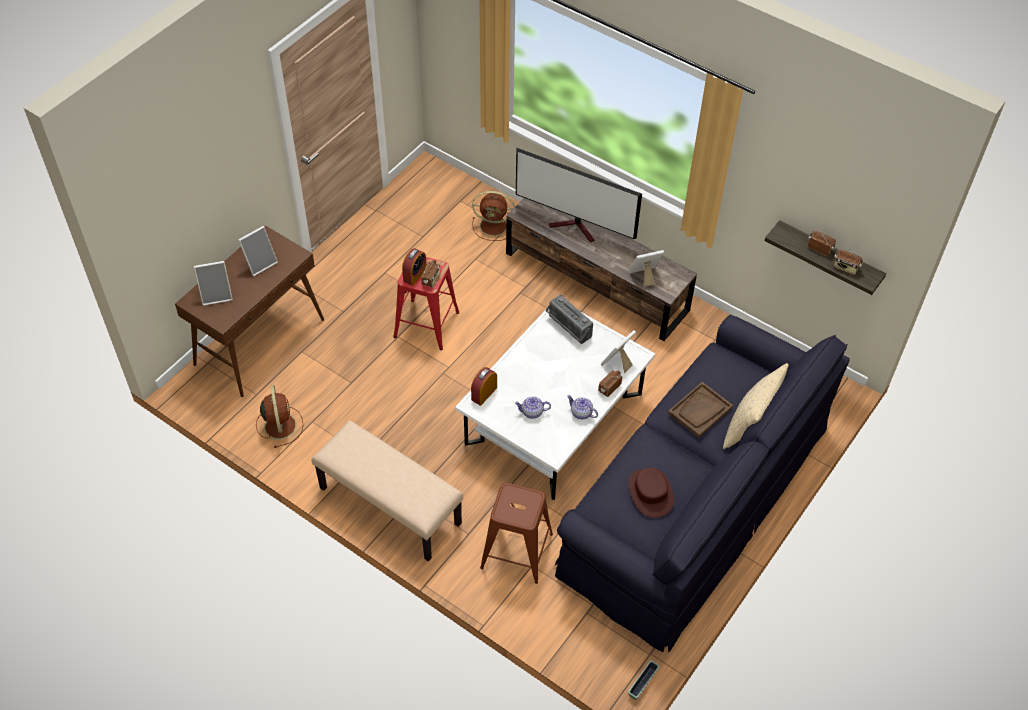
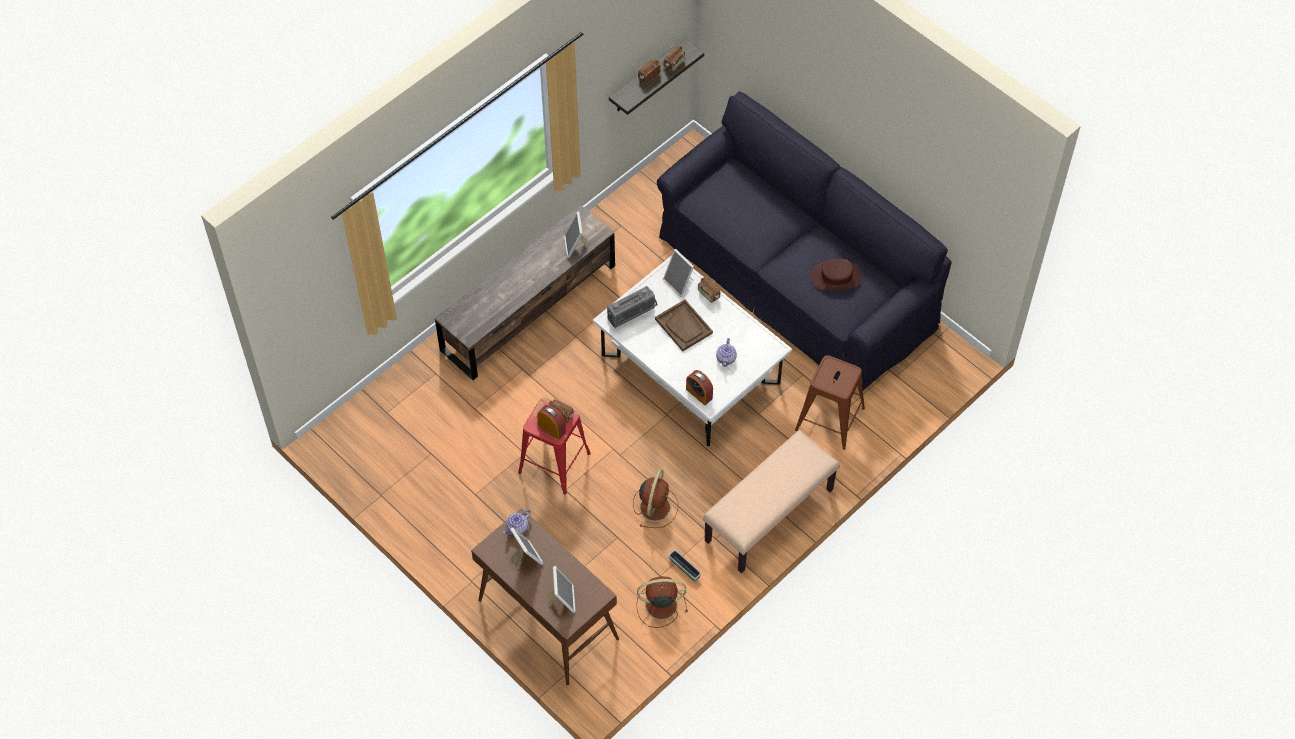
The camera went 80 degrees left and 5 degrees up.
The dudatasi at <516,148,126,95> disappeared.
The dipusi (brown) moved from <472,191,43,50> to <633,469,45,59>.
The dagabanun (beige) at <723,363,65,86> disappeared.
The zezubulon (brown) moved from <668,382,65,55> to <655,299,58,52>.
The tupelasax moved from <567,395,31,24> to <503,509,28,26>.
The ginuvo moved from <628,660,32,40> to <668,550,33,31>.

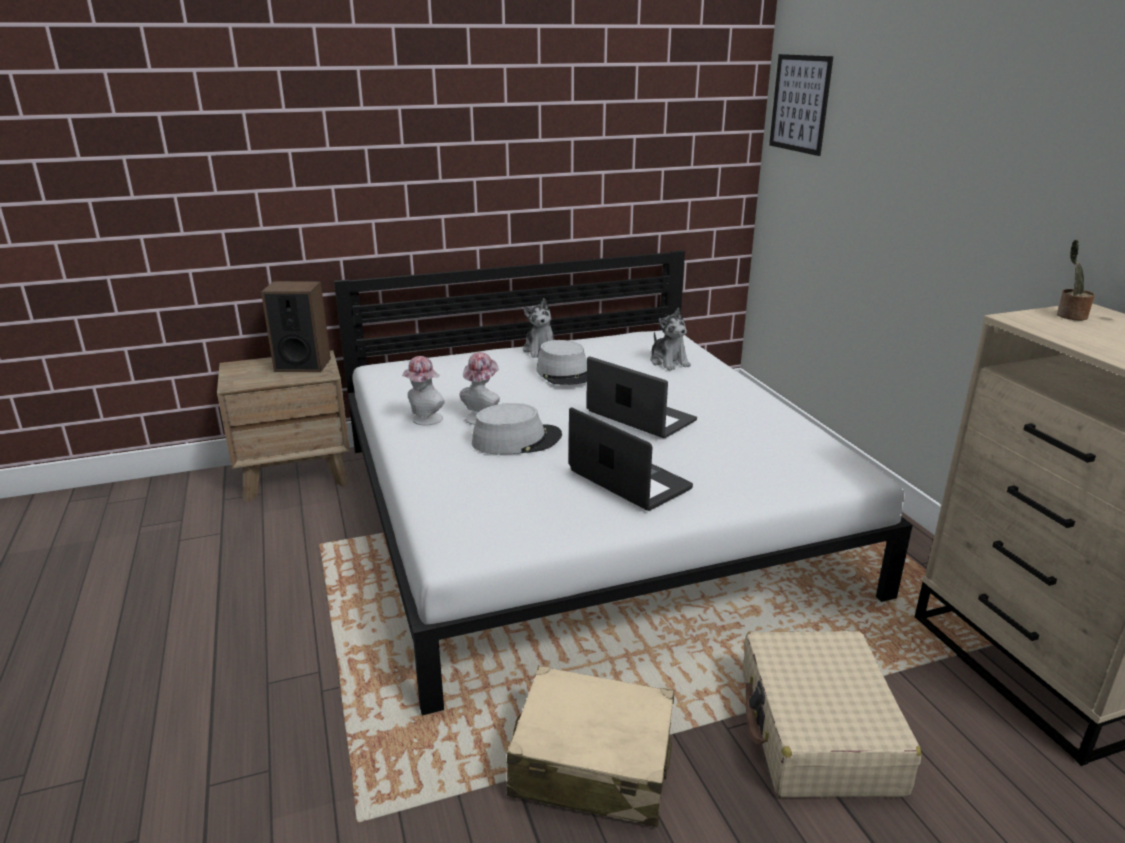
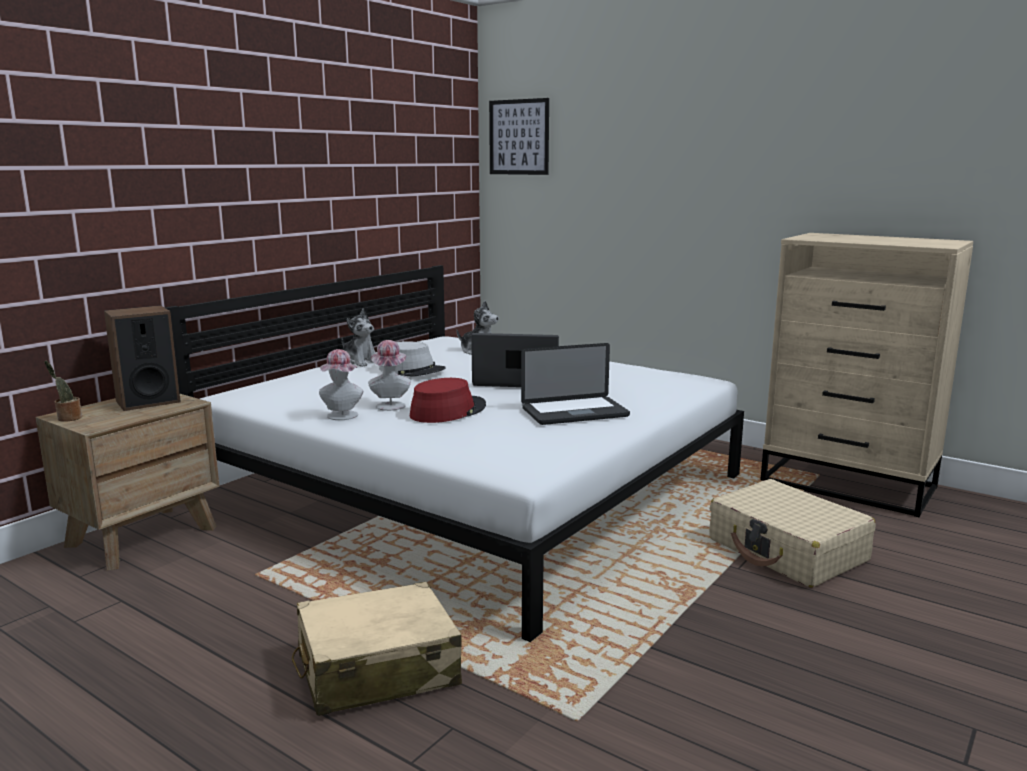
The camera went 35 degrees left and 10 degrees down.
The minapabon moved from <1057,240,38,80> to <44,361,38,61>.
The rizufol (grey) at <472,403,90,51> became the rizufol (red) at <410,378,76,45>.
The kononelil at <569,407,124,104> turned 150 degrees clockwise.
The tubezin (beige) moved from <507,666,167,161> to <292,582,170,134>.

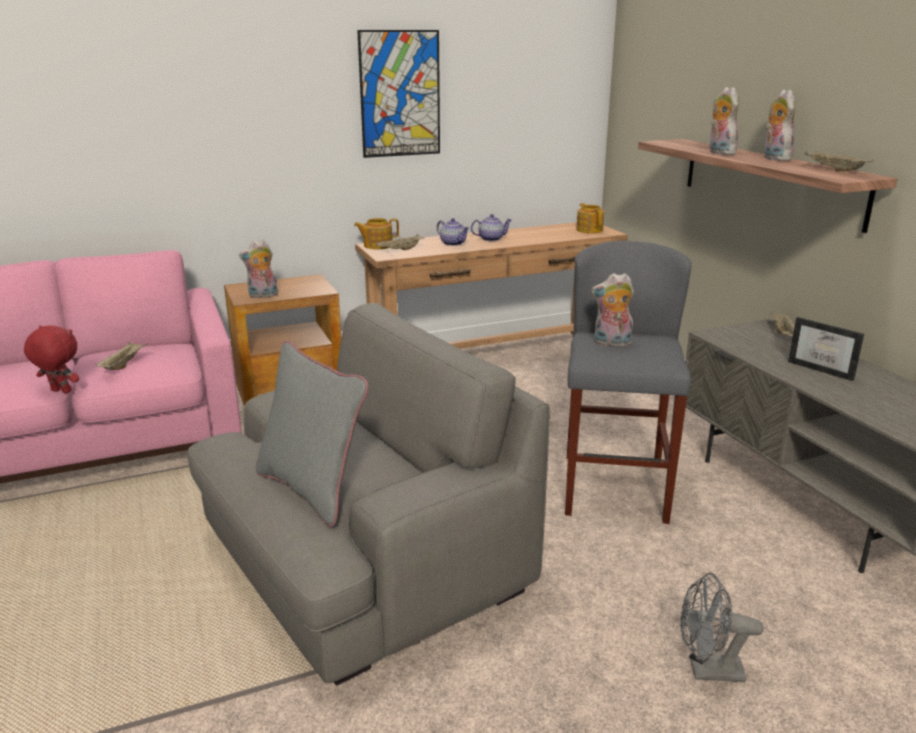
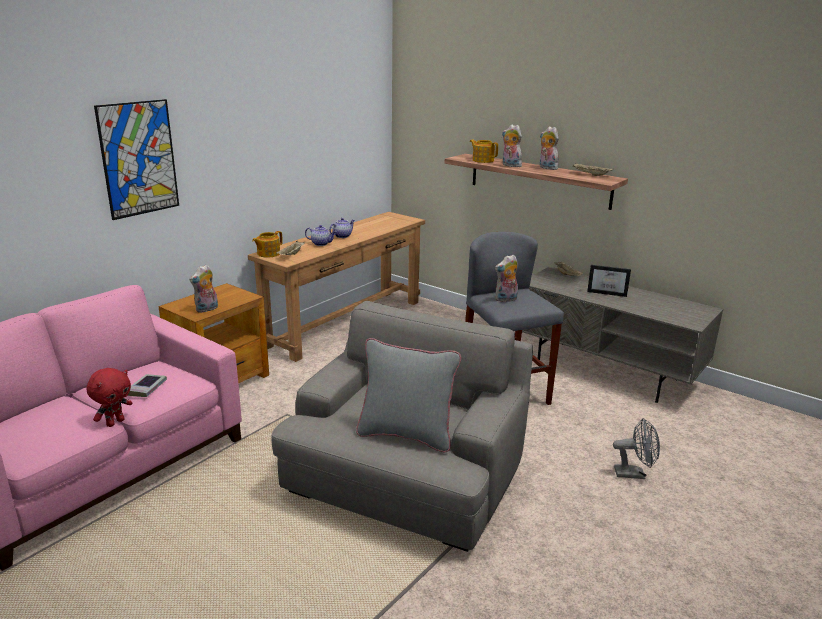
The camera went 30 degrees left and 0 degrees up.
The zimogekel moved from <357,30,83,128> to <94,99,85,121>.
The tupelasax moved from <576,203,28,30> to <470,140,28,23>.
The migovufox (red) at <24,325,55,68> turned 135 degrees clockwise.
The zezubulon (beige) at <95,342,53,28> was replaced by the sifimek at <127,374,40,23>.
The dipusi (grey) at <680,573,84,109> turned 150 degrees counterclockwise.

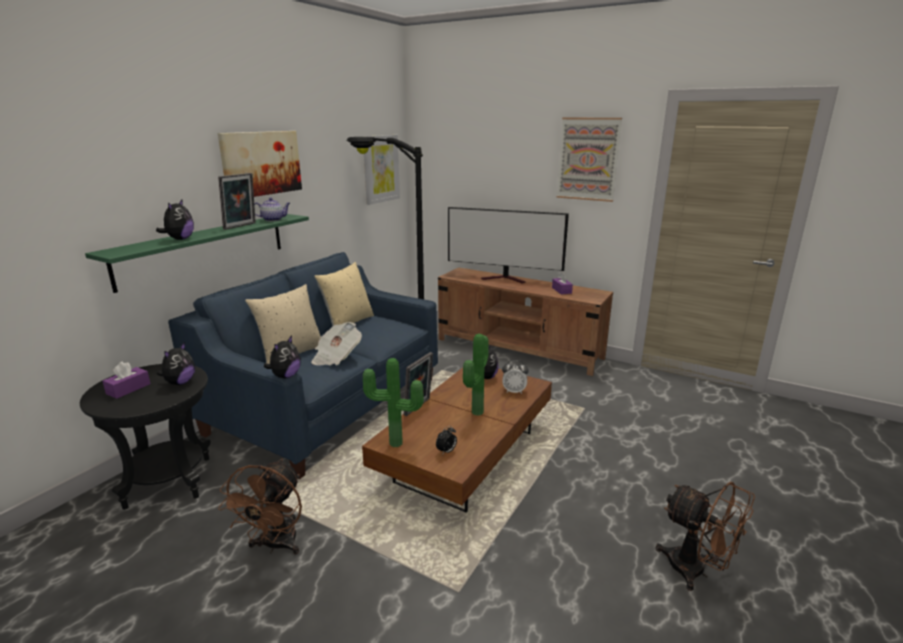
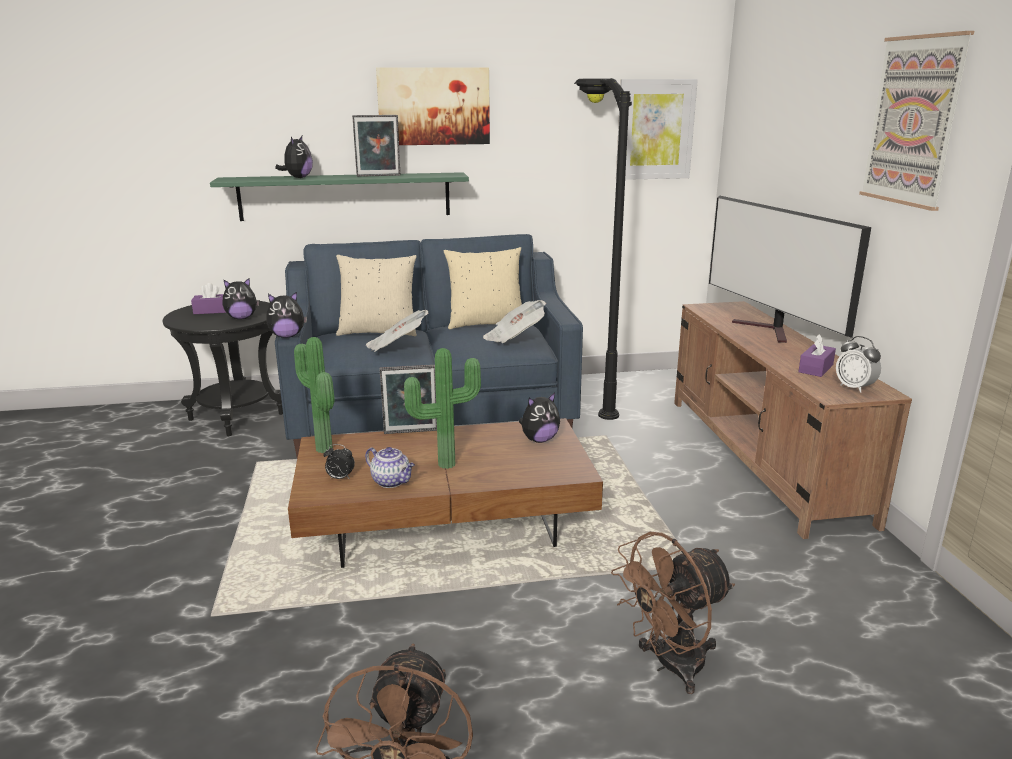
The camera went 50 degrees right and 0 degrees up.
The tupelasax moved from <254,198,36,23> to <365,447,50,41>.
The migovufox at <156,200,38,40> turned 45 degrees counterclockwise.
The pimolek moved from <502,360,27,34> to <836,336,45,57>.
The dipusi (brown) moved from <218,459,84,95> to <611,532,124,162>.
The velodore at <483,300,63,43> appeared.

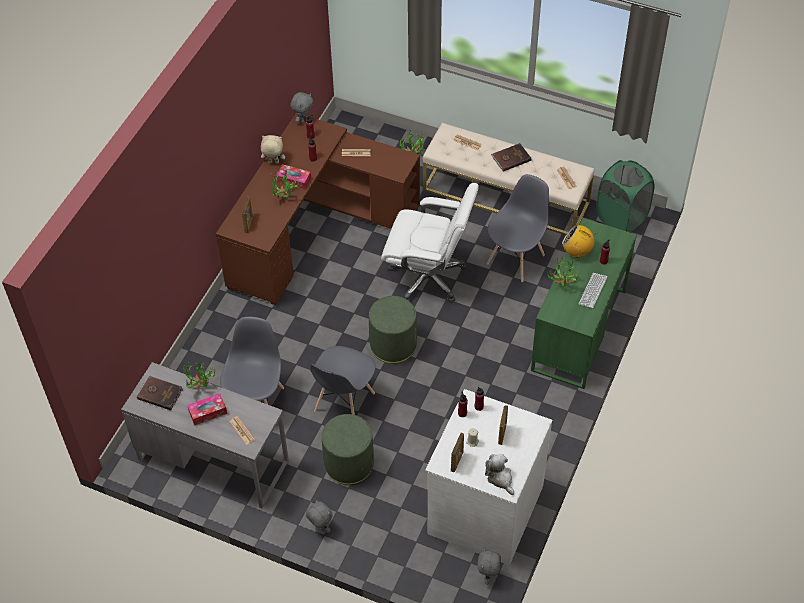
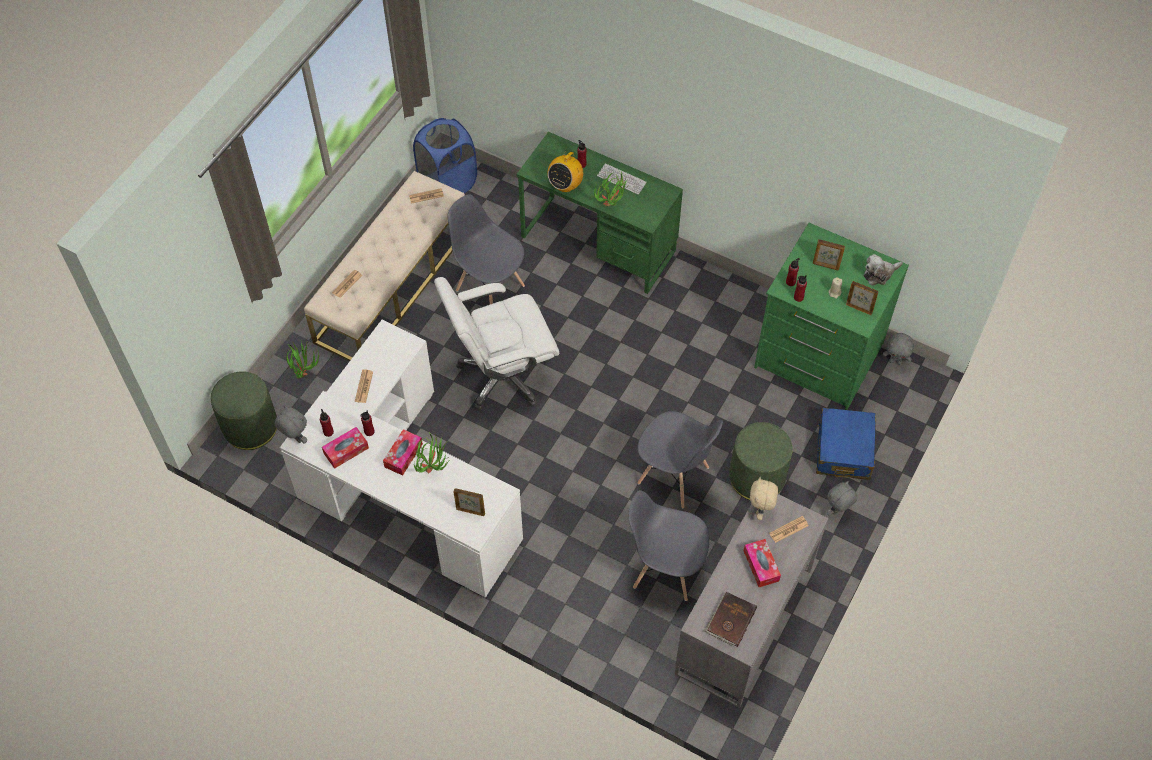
The camera went 85 degrees left and 5 degrees up.
The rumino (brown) at <216,113,204,192> became the rumino (white) at <280,320,243,278>.
The migovufox (beige) moved from <261,135,24,29> to <750,477,28,43>.
The sifimek (brown) at <491,143,40,29> disappeared.
The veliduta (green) at <596,160,59,73> became the veliduta (blue) at <413,118,64,75>.
The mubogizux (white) at <381,183,98,120> turned 135 degrees counterclockwise.
The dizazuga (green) moved from <369,296,48,68> to <211,371,66,79>.
The minapabon at <183,360,32,29> disappeared.
The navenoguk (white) at <425,389,127,176> became the navenoguk (green) at <754,223,155,187>.
The tubezin (blue) at <816,408,60,72> appeared.
The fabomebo at <322,427,47,42> appeared.

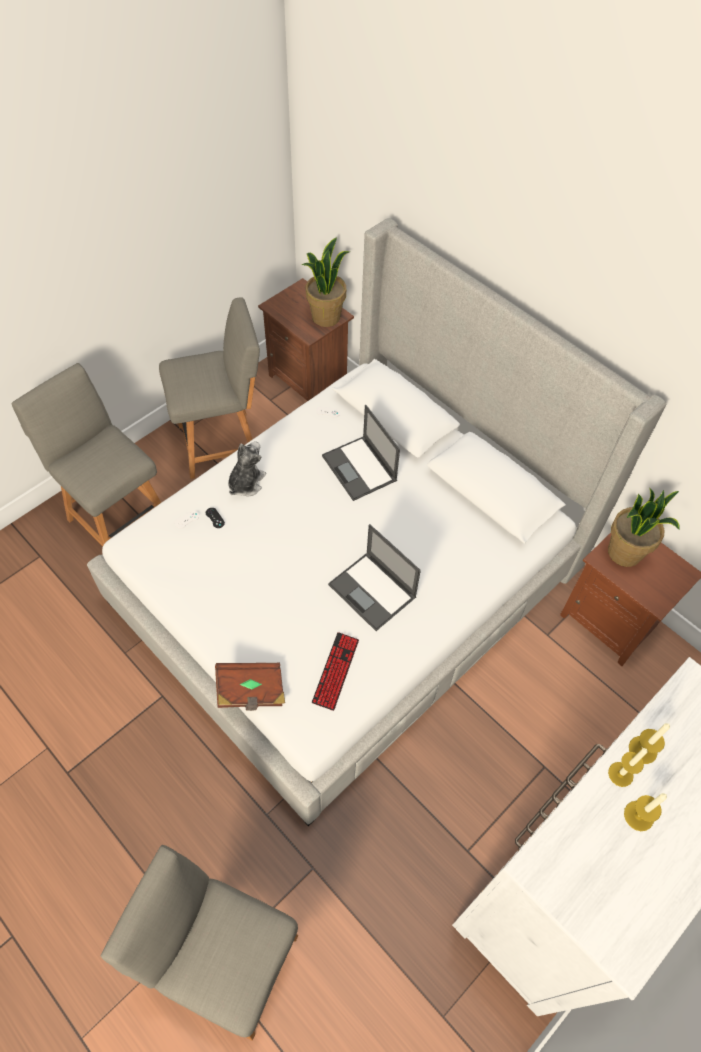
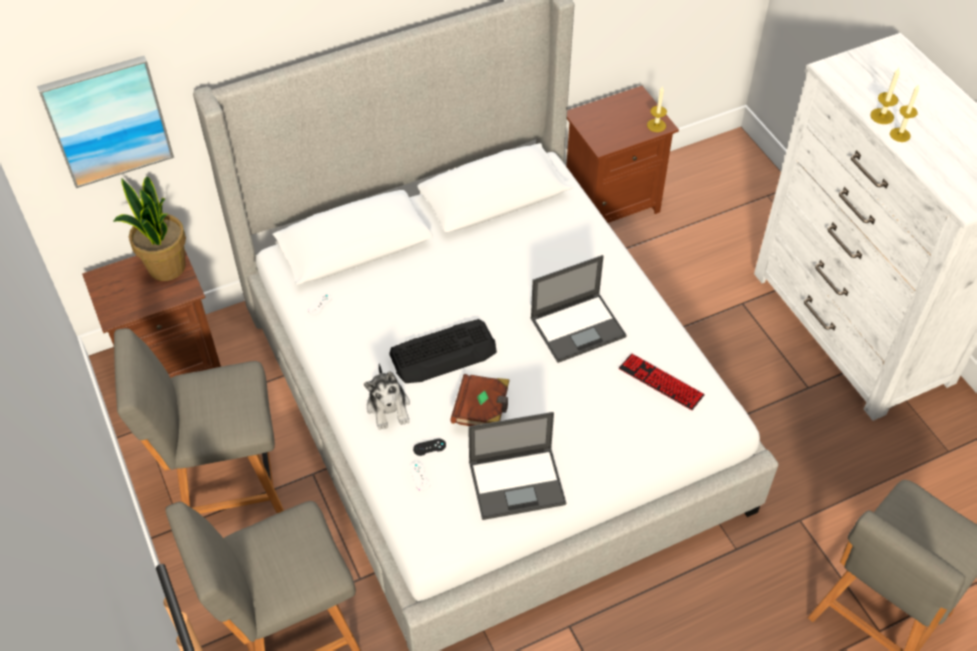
The camera went 70 degrees left and 5 degrees down.
The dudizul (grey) at <159,297,101,182> turned 105 degrees counterclockwise.
The kononelil moved from <322,405,78,96> to <468,412,98,108>.
The migovufox at <228,441,38,56> turned 150 degrees counterclockwise.
The minapabon at <608,488,72,79> disappeared.
The sifimek (brown) moved from <215,663,70,48> to <450,374,59,52>.
The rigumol moved from <624,793,43,38> to <647,86,20,46>.
The zimogekel at <37,56,137,132> appeared.
The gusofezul at <389,319,108,64> appeared.

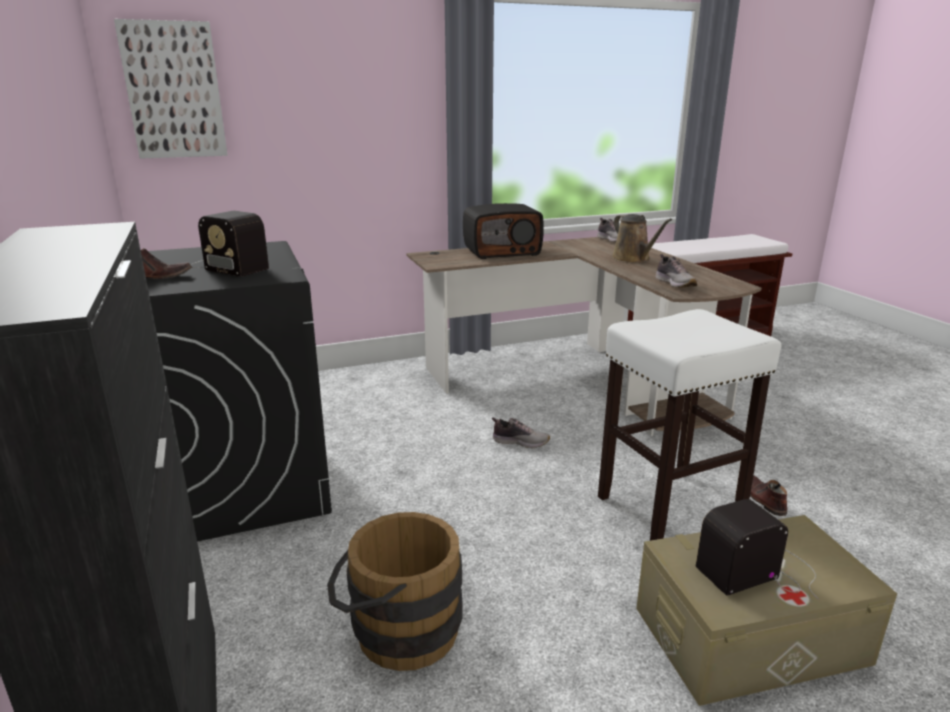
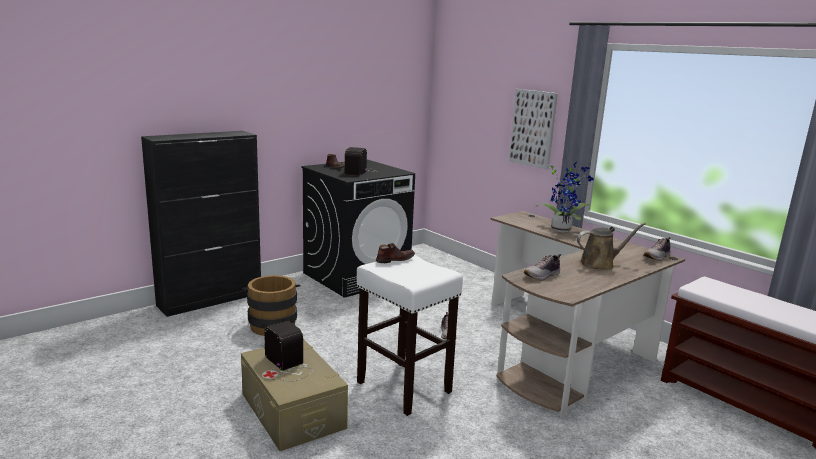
The camera went 70 degrees right and 5 degrees down.
The zimogekel moved from <114,19,114,140> to <509,89,49,81>.
The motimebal at <463,203,81,56> was replaced by the minapabon at <537,161,57,72>.
The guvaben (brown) at <612,214,60,49> turned 150 degrees counterclockwise.
The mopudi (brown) moved from <750,476,37,40> to <376,243,39,20>.

